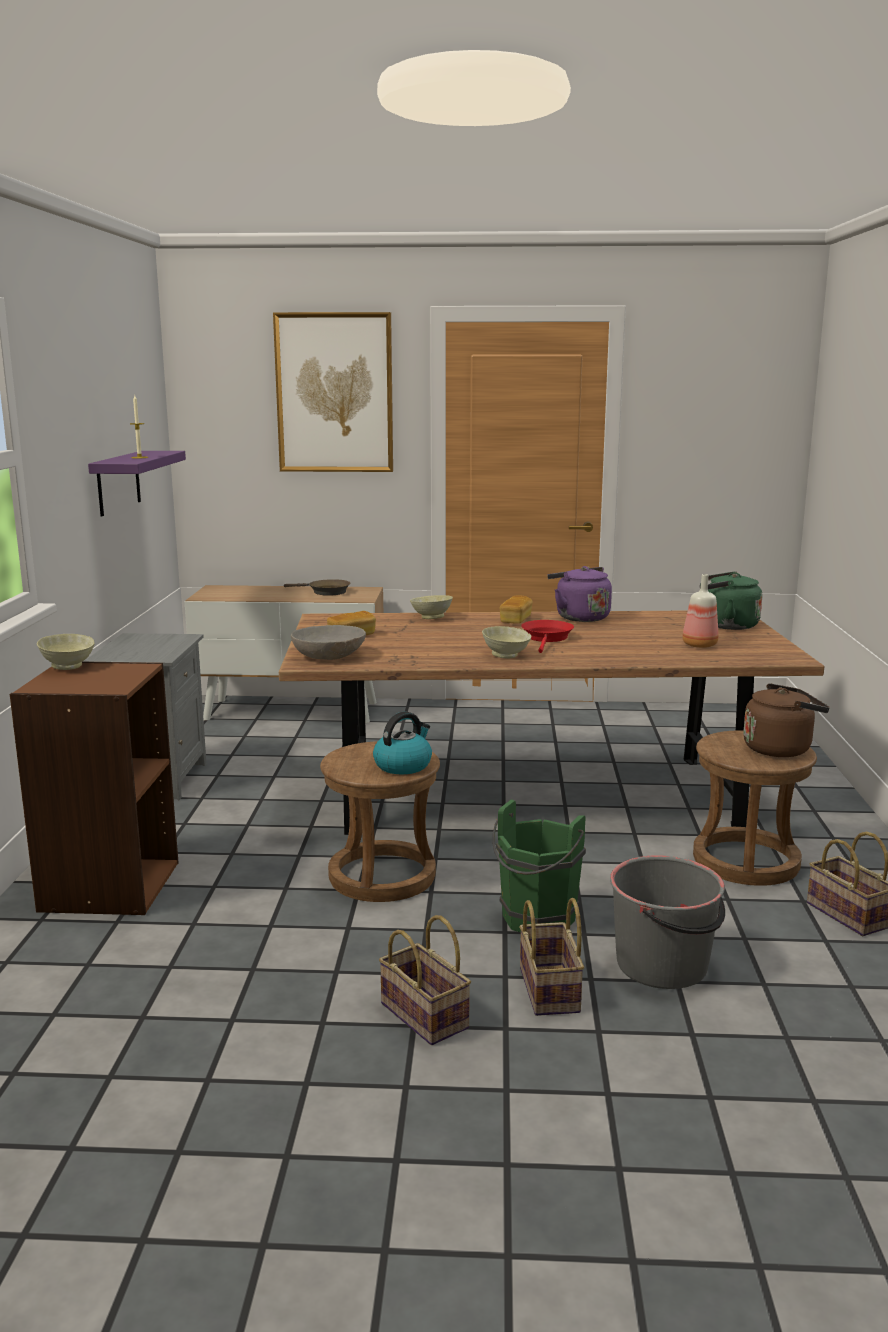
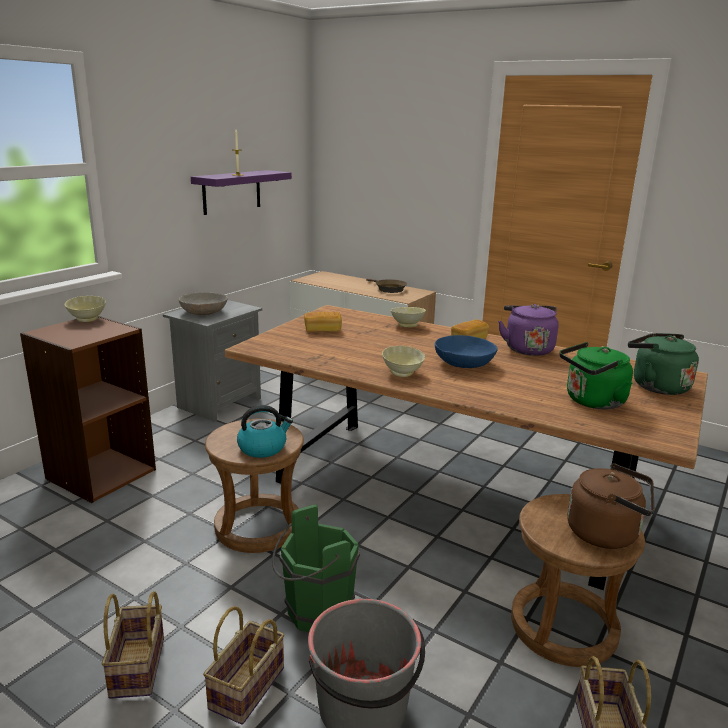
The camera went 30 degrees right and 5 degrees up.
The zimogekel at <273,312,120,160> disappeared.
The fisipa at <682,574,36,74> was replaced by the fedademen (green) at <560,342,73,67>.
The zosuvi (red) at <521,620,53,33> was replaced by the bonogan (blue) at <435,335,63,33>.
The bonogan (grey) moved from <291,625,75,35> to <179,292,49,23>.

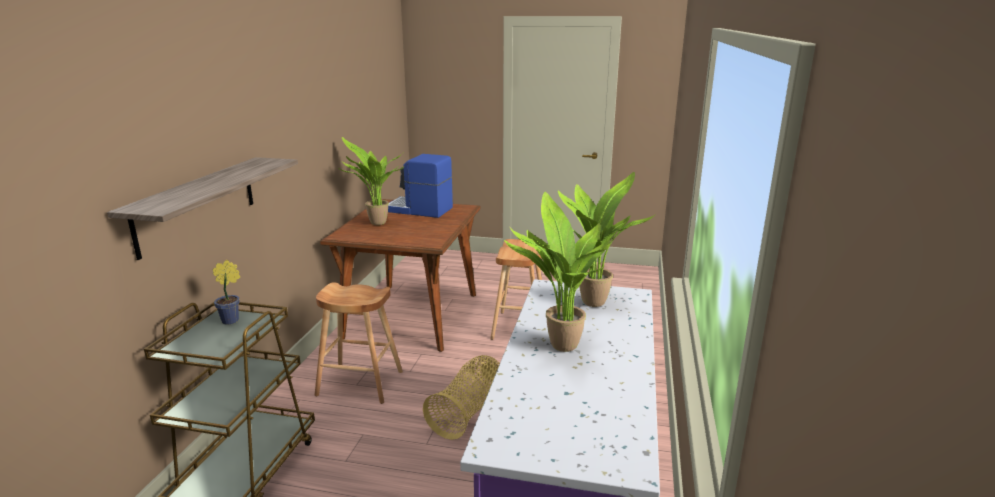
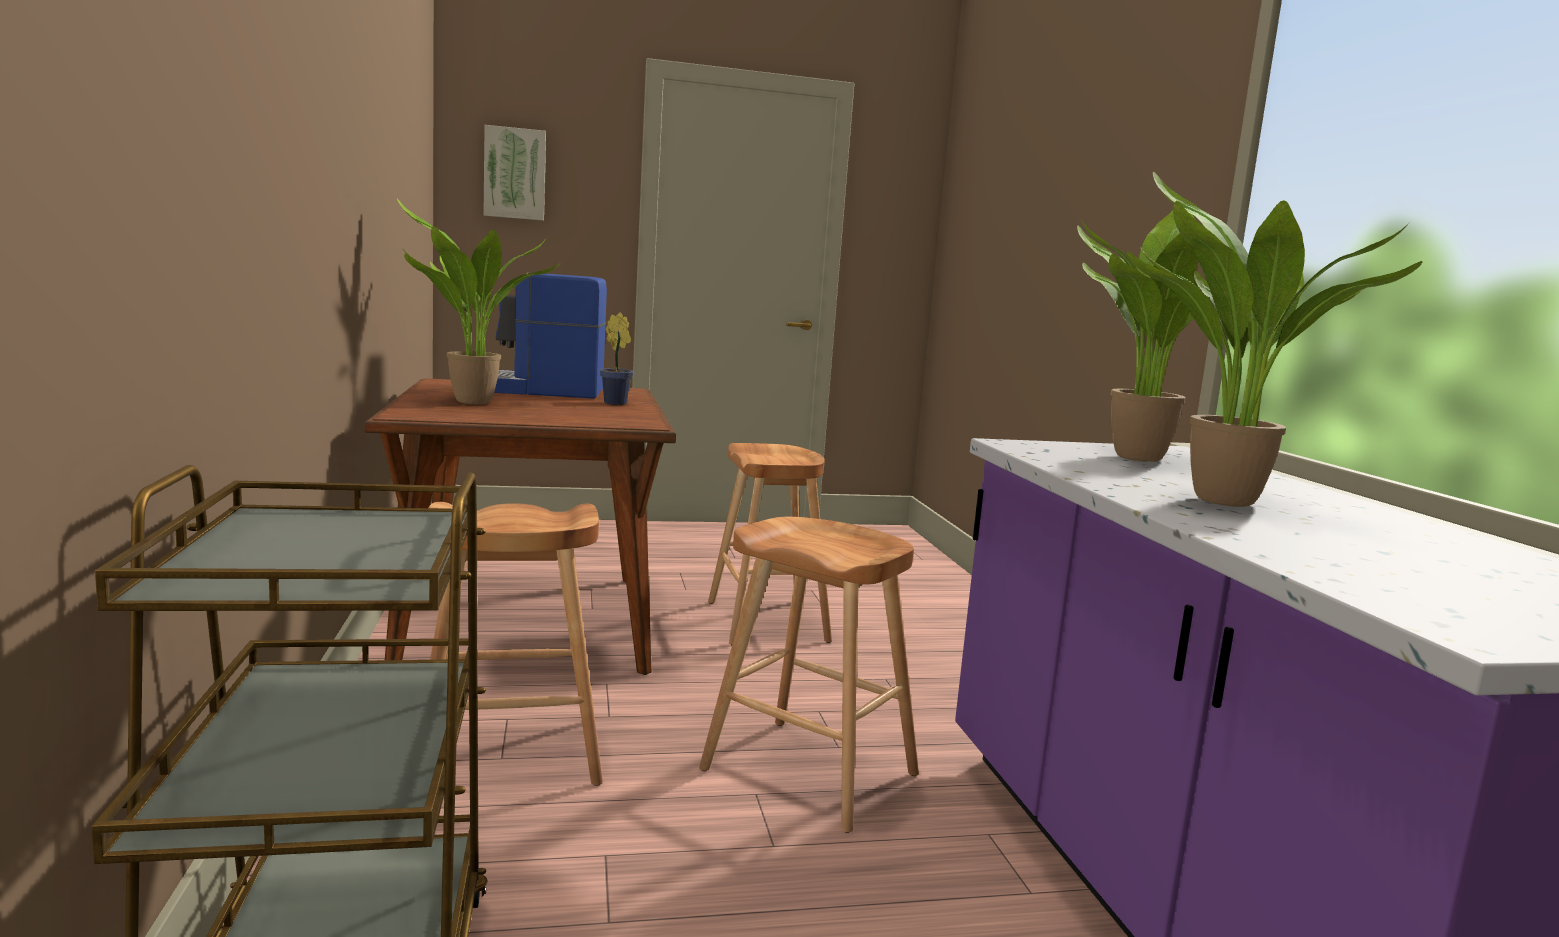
The camera went 25 degrees left and 10 degrees down.
The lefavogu at <107,157,191,103> disappeared.
The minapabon moved from <213,260,27,65> to <600,312,33,93>.
The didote at <423,355,77,85> was replaced by the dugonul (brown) at <699,517,220,316>.
The zimogekel at <483,125,63,96> appeared.

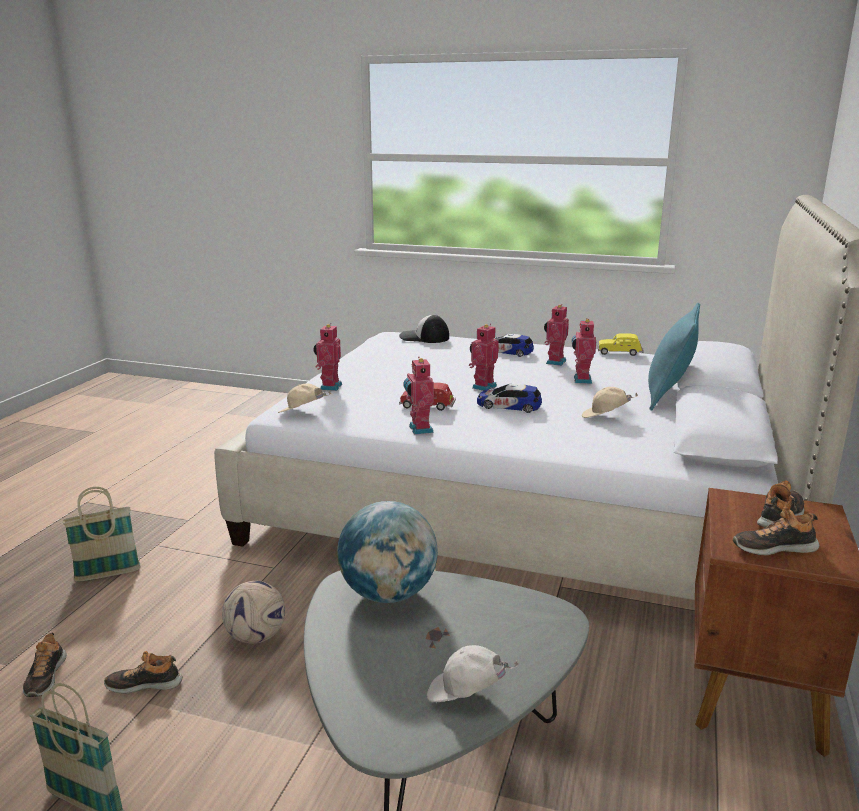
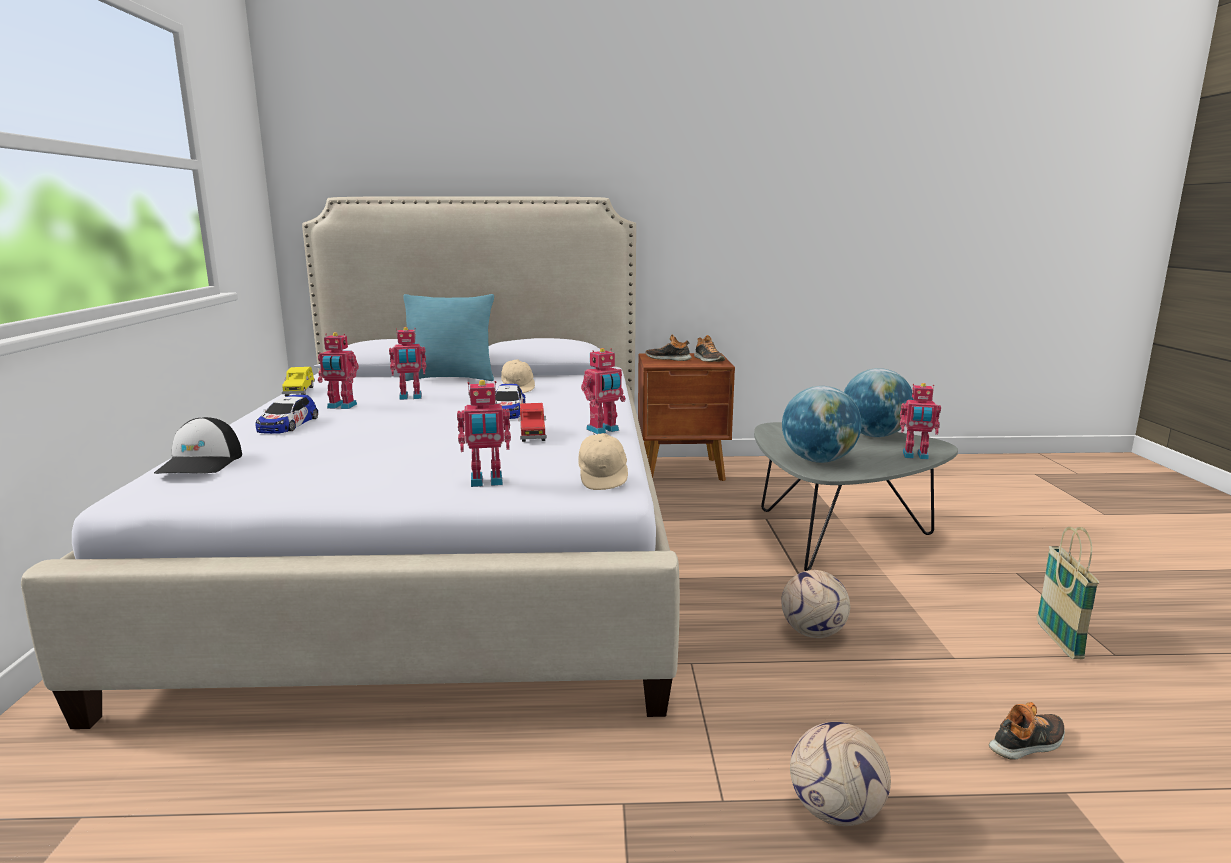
The camera went 110 degrees left and 5 degrees down.
The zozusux moved from <469,324,30,67> to <900,383,41,77>.
The didote at <63,487,77,95> was replaced by the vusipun at <790,722,101,104>.
The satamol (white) at <427,645,92,57> was replaced by the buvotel at <844,368,70,69>.
The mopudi at <104,651,79,43> disappeared.

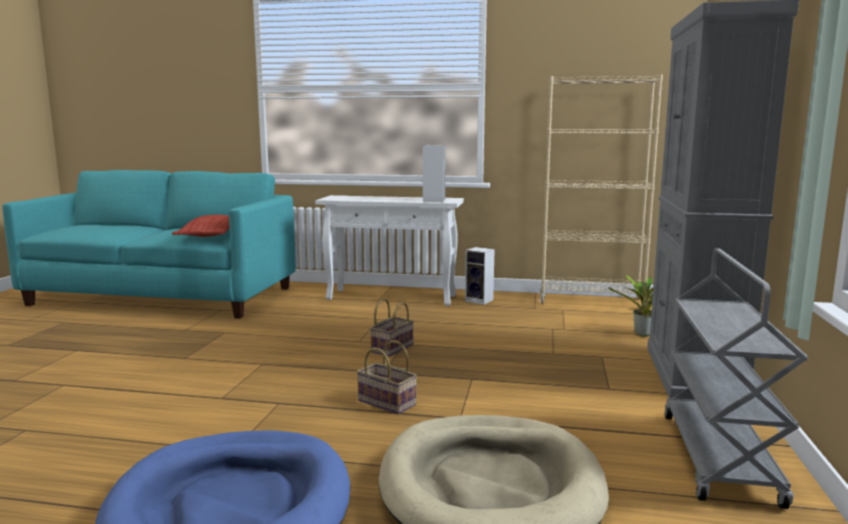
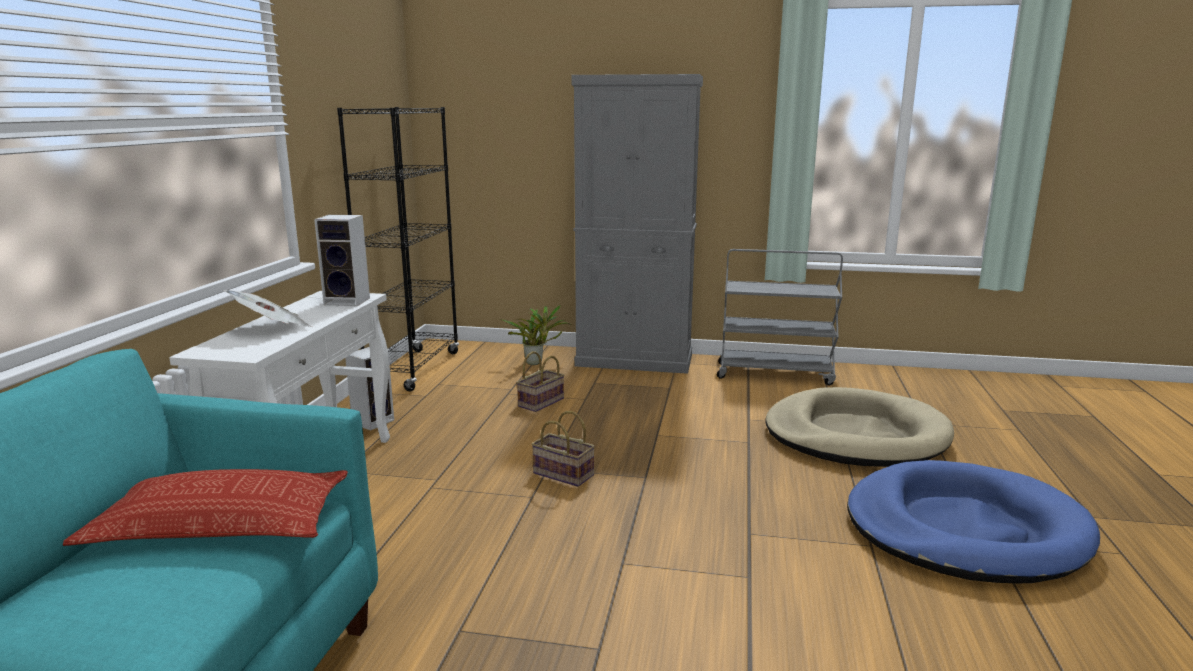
The camera went 90 degrees left and 5 degrees up.
The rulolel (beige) at <540,75,123,232> became the rulolel (black) at <337,107,122,284>.
The didote moved from <357,340,60,74> to <516,351,48,61>.
The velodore at <223,290,89,37> appeared.

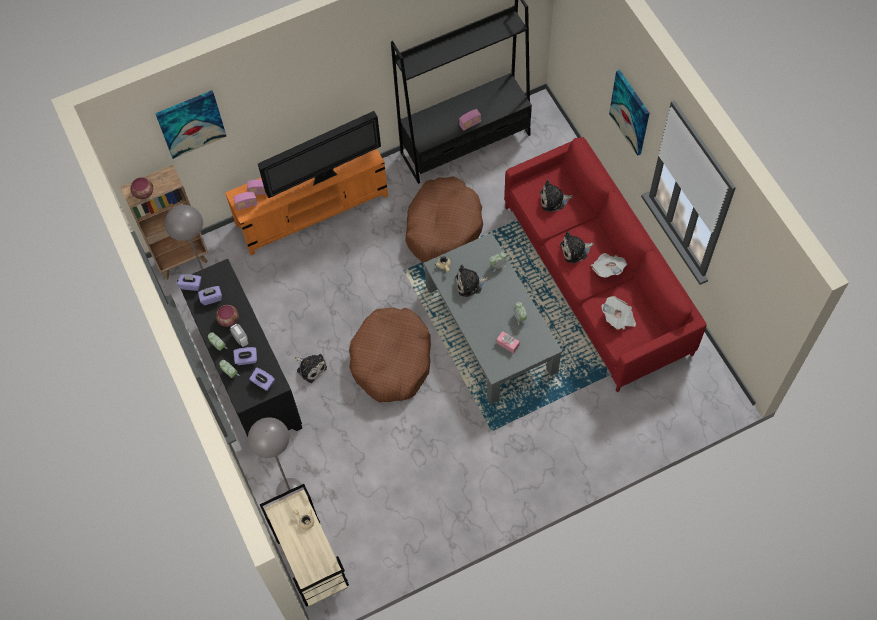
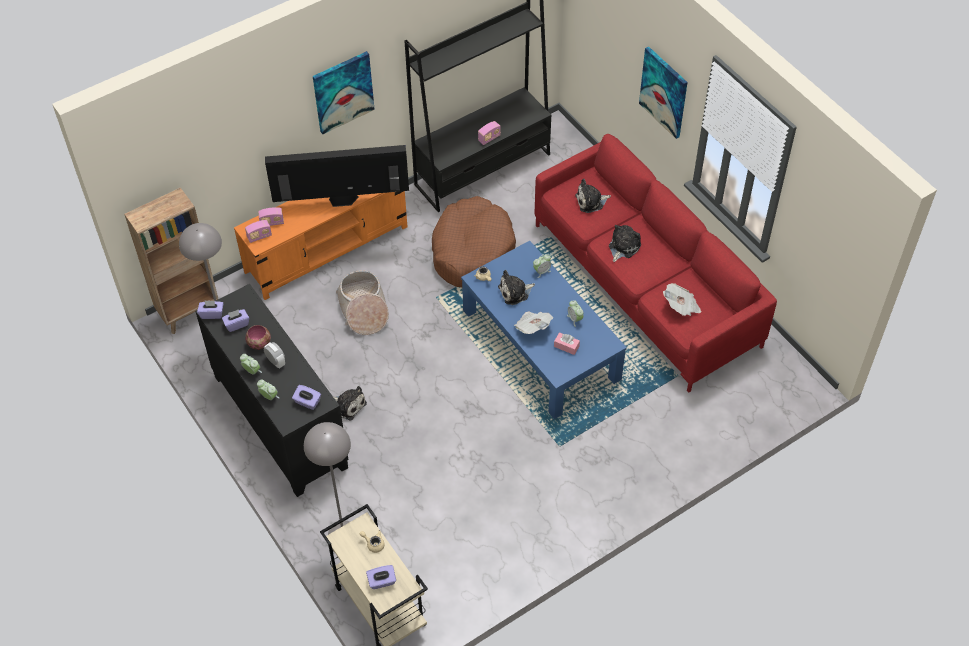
The camera went 10 degrees left and 10 degrees down.
The zimogekel moved from <155,91,72,68> to <313,51,62,83>.
The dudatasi at <258,111,123,87> turned 150 degrees counterclockwise.
The bonogan at <130,177,23,22> disappeared.
The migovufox at <560,231,34,32> turned 150 degrees clockwise.
The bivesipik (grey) at <424,233,138,171> became the bivesipik (blue) at <461,241,166,178>.
The velodore moved from <591,253,36,24> to <514,312,39,22>.
The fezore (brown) at <349,307,82,95> disappeared.
The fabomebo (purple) moved from <233,347,24,18> to <366,565,30,24>.
The didote at <336,270,53,65> appeared.

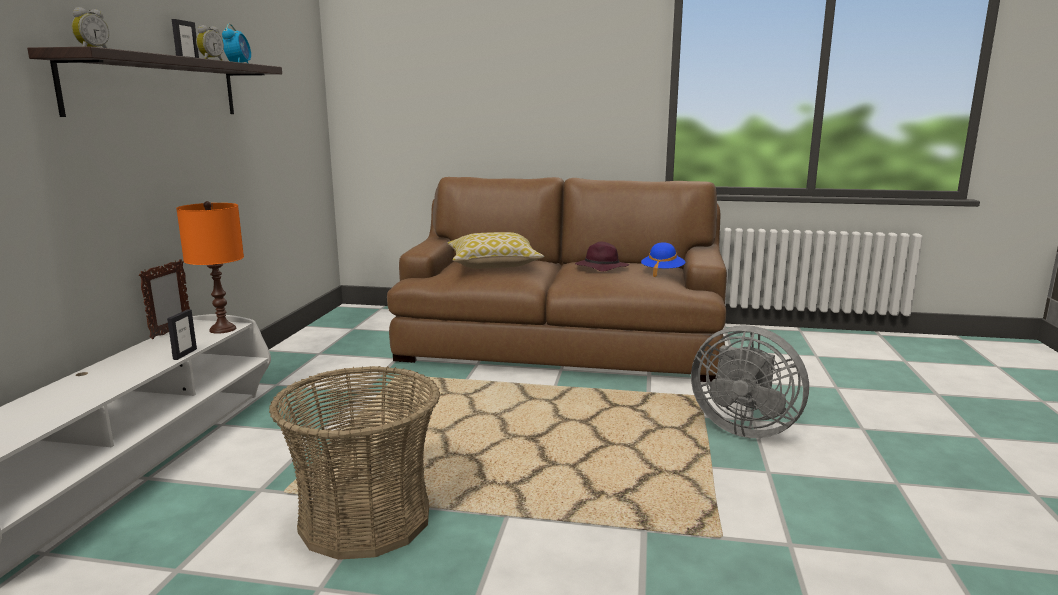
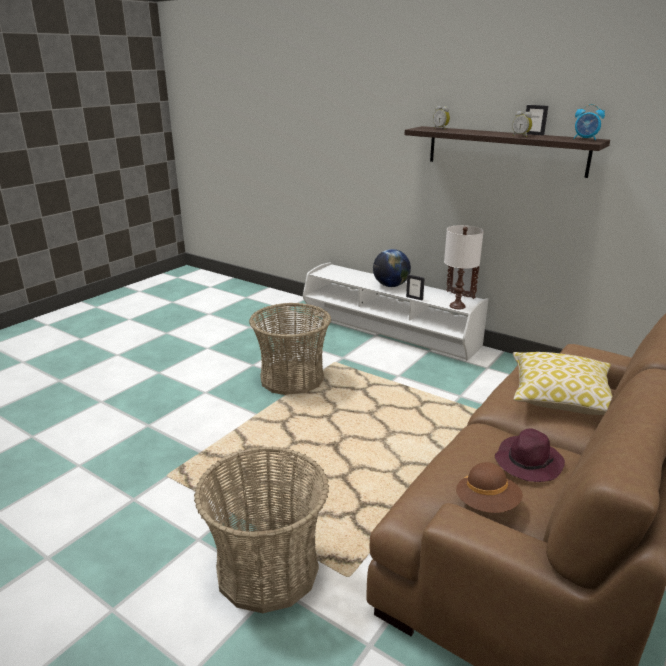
The camera went 115 degrees right and 10 degrees up.
The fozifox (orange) at <176,201,68,133> became the fozifox (white) at <444,225,40,84>.
The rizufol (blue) at <641,242,44,35> became the rizufol (brown) at <456,462,67,51>.
The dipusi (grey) at <691,325,118,113> was replaced by the didote at <194,446,135,167>.
The buvotel at <373,249,38,38> appeared.

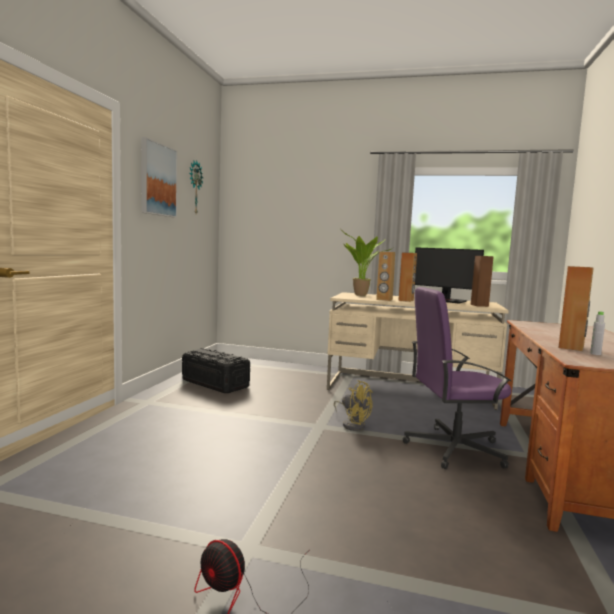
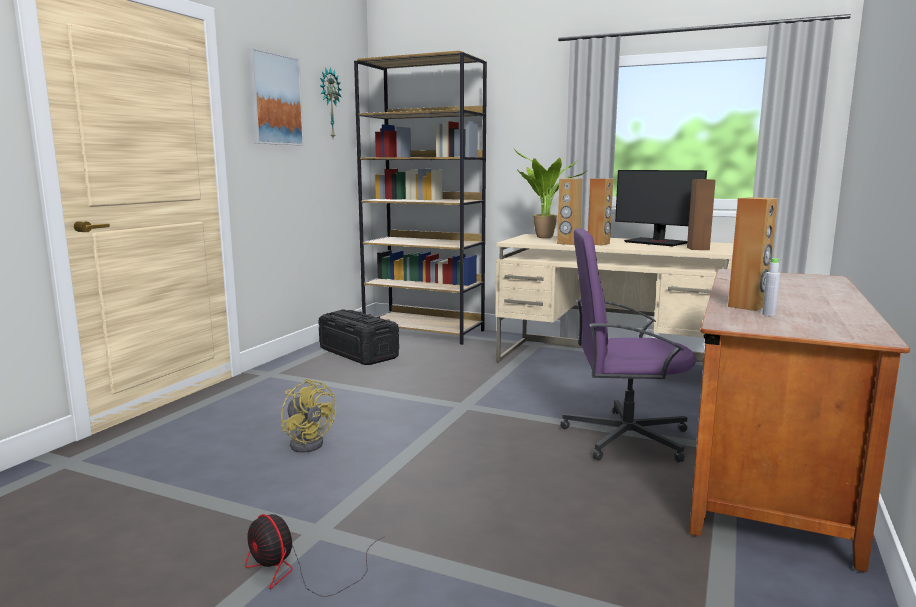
The camera went 10 degrees right and 5 degrees up.
The dipusi (yellow) moved from <334,380,39,51> to <281,378,55,75>.
The rulolel (brown) at <354,50,133,295> appeared.

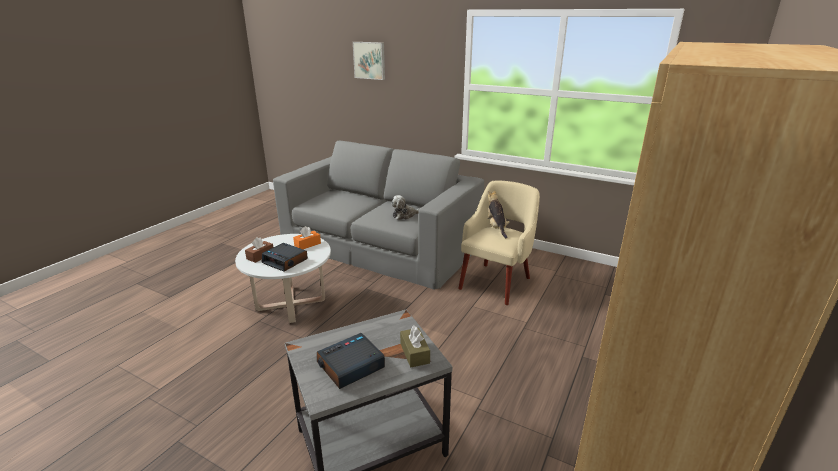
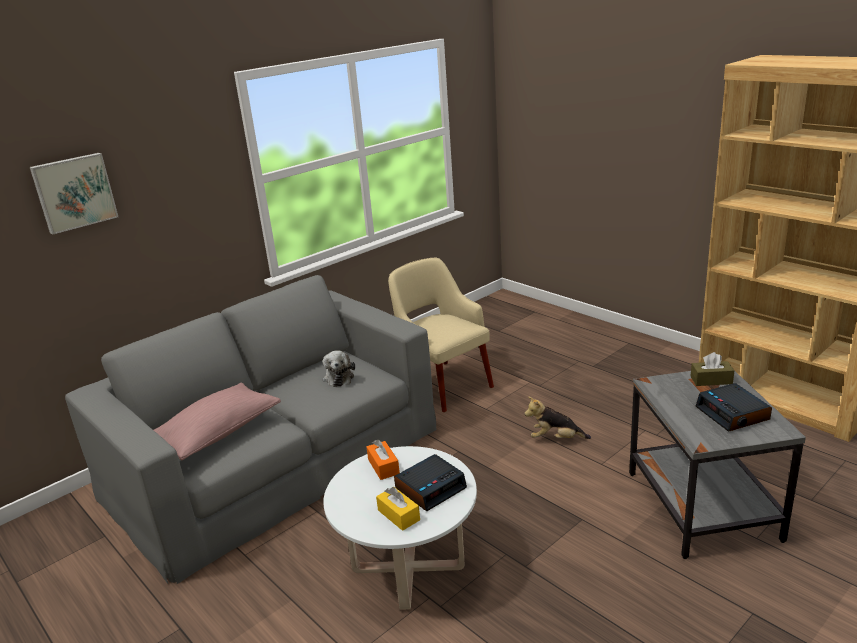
The camera went 70 degrees left and 0 degrees up.
The migovufox moved from <488,191,22,47> to <524,396,67,43>.
The fabomebo (brown) at <245,237,28,26> became the fabomebo (yellow) at <376,487,44,44>.
The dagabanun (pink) at <154,383,127,78> appeared.

